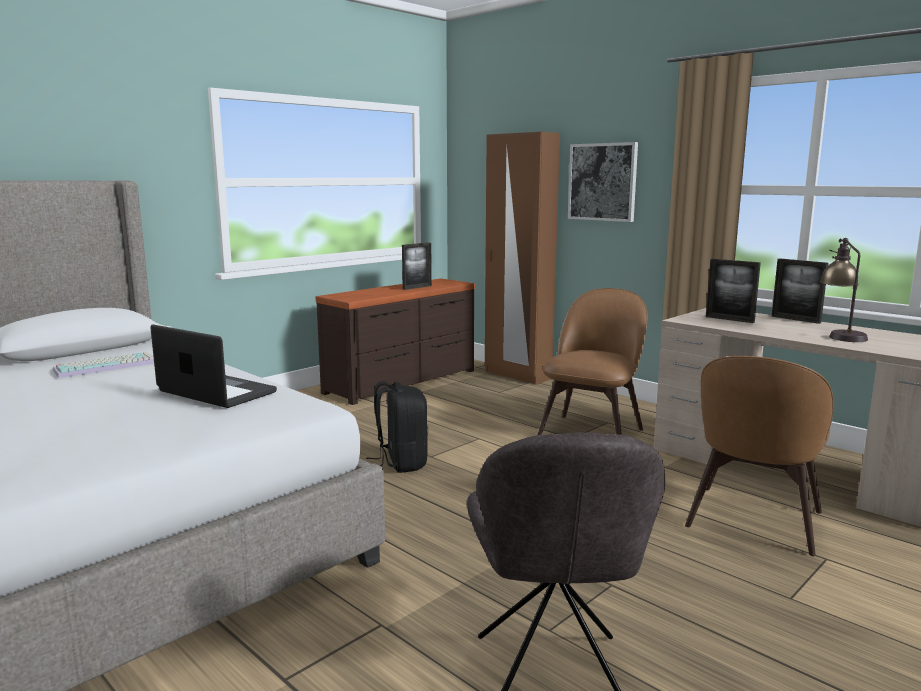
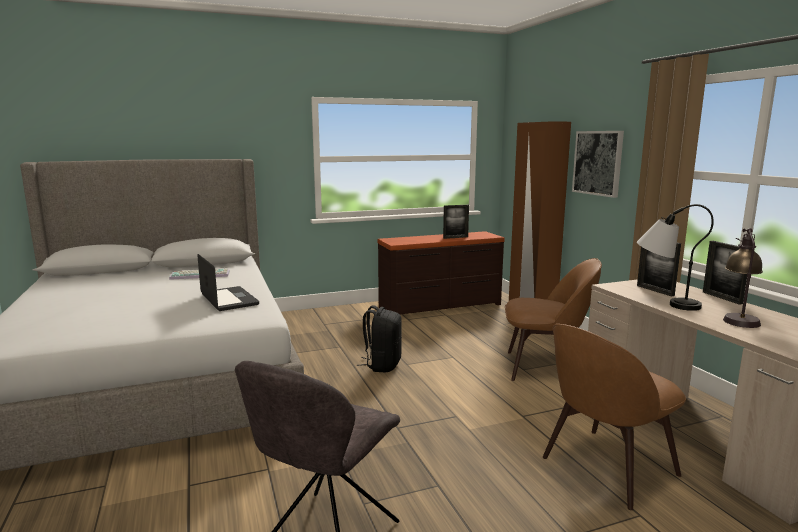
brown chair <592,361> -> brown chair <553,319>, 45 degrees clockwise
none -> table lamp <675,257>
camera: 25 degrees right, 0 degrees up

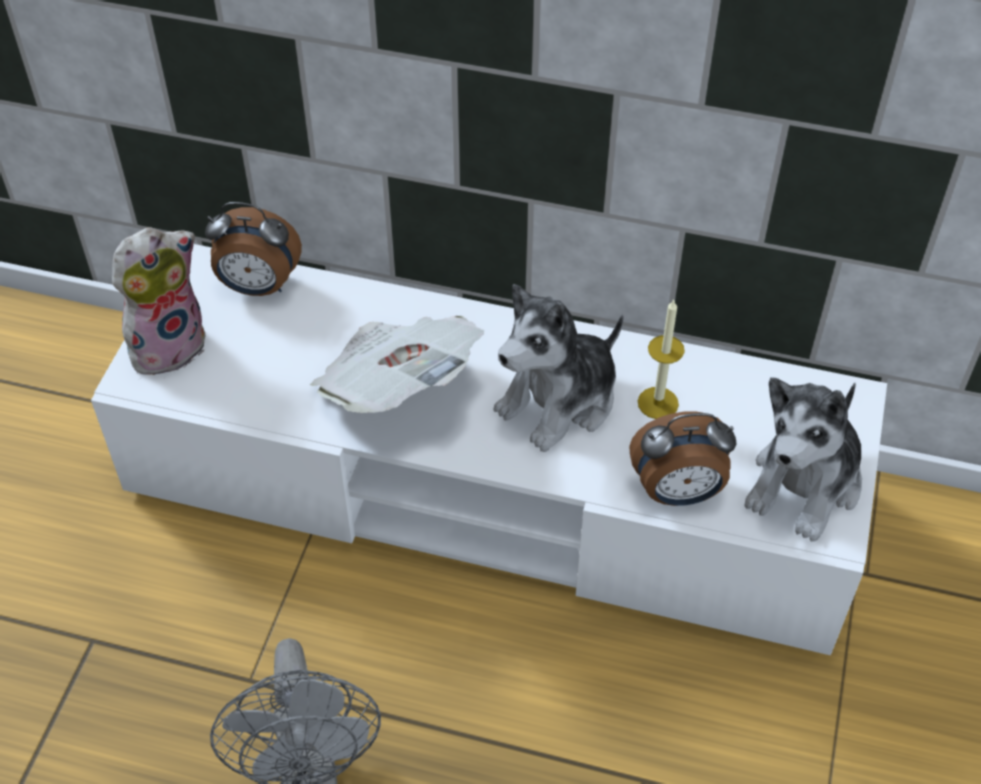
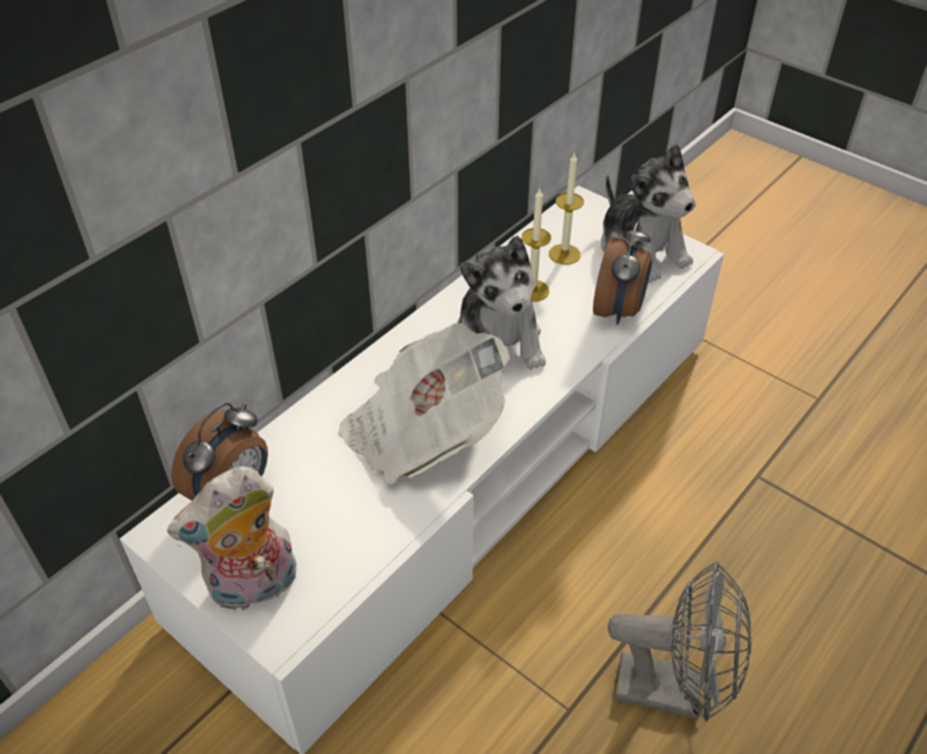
plush toy <158,301> -> plush toy <232,539>, 105 degrees counterclockwise
none -> candle <566,208>
camera: 65 degrees left, 5 degrees down

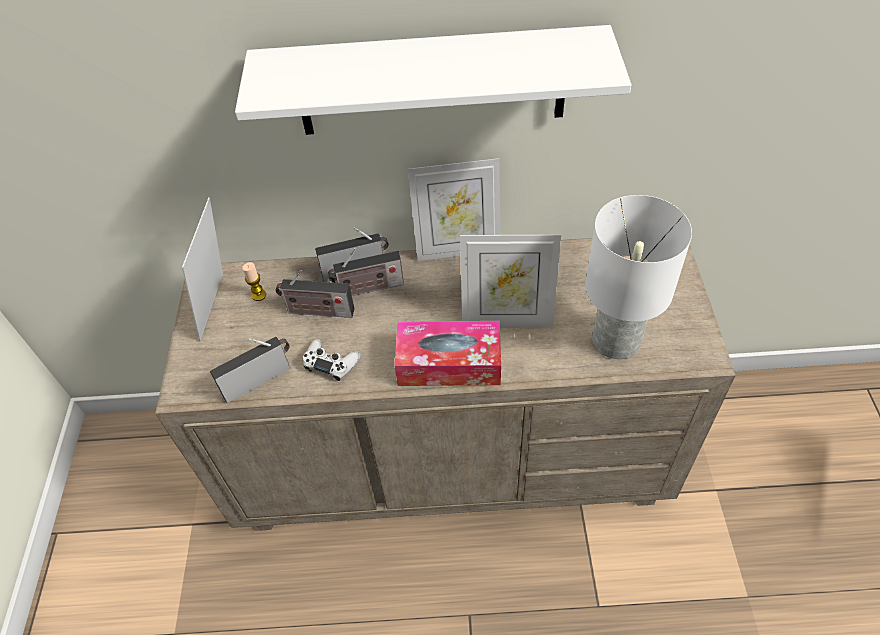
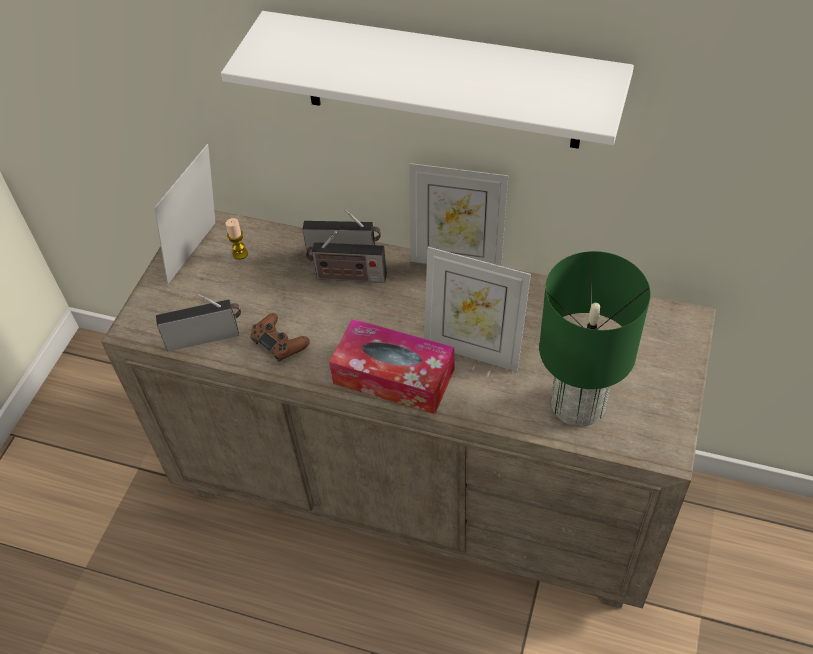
white game controller <332,360> -> brown game controller <280,337>
white table lamp <638,277> -> green table lamp <594,339>
radio <315,294> -> none
camera: 20 degrees right, 0 degrees up

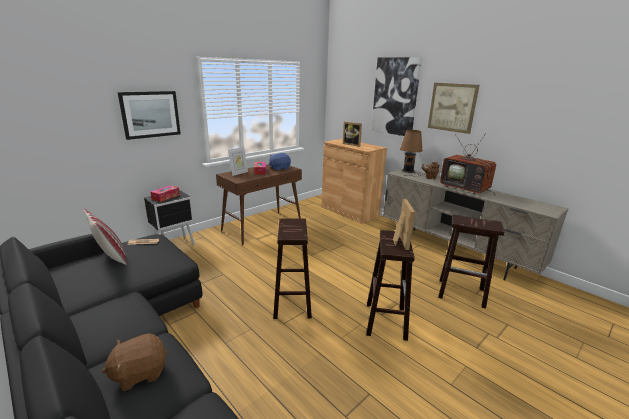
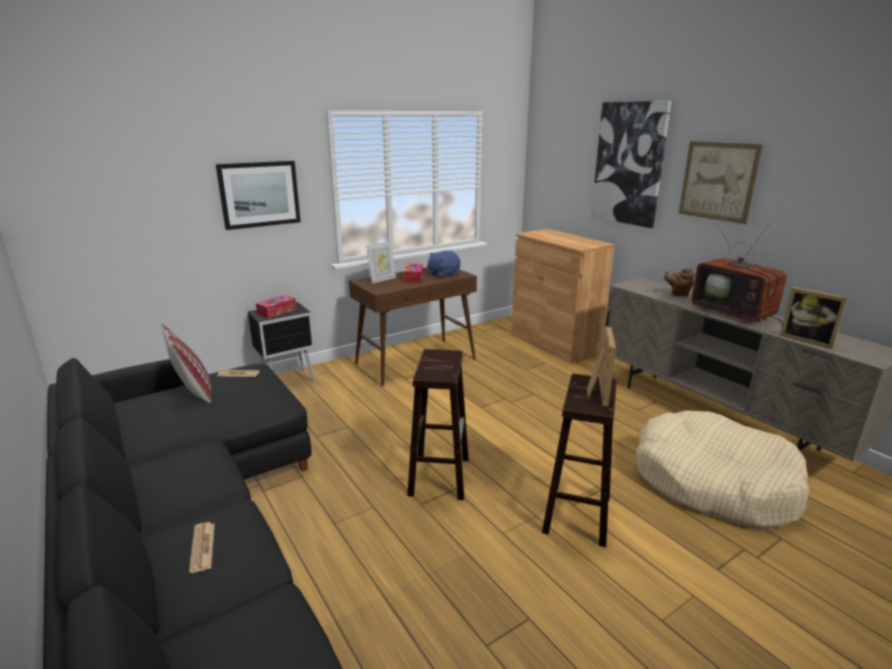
brown plush toy <134,362> -> newspaper <202,547>
brown stool <471,261> -> beige dog bed <723,469>
picture frame <352,134> -> picture frame <814,318>, move
brown table lamp <411,153> -> none
camera: 10 degrees right, 0 degrees up

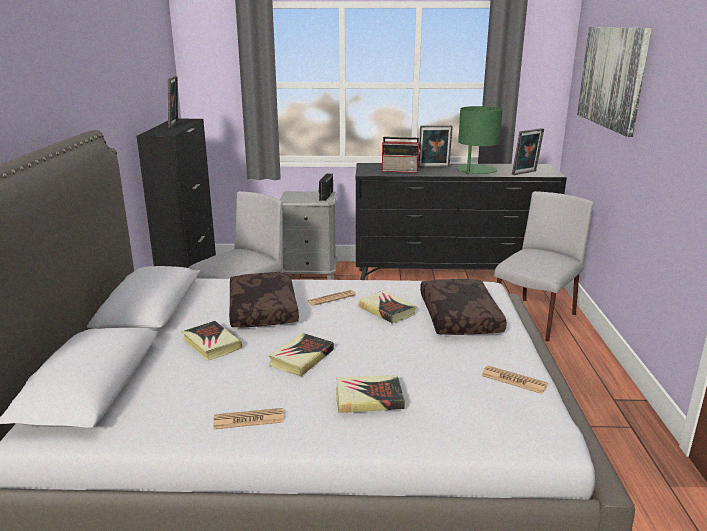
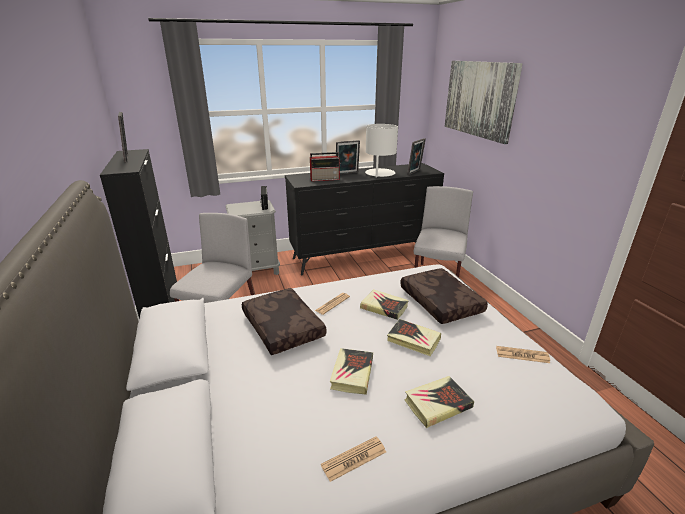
green table lamp <480,140> -> white table lamp <381,151>
book <211,341> -> book <414,337>, move
camera: 20 degrees left, 5 degrees up

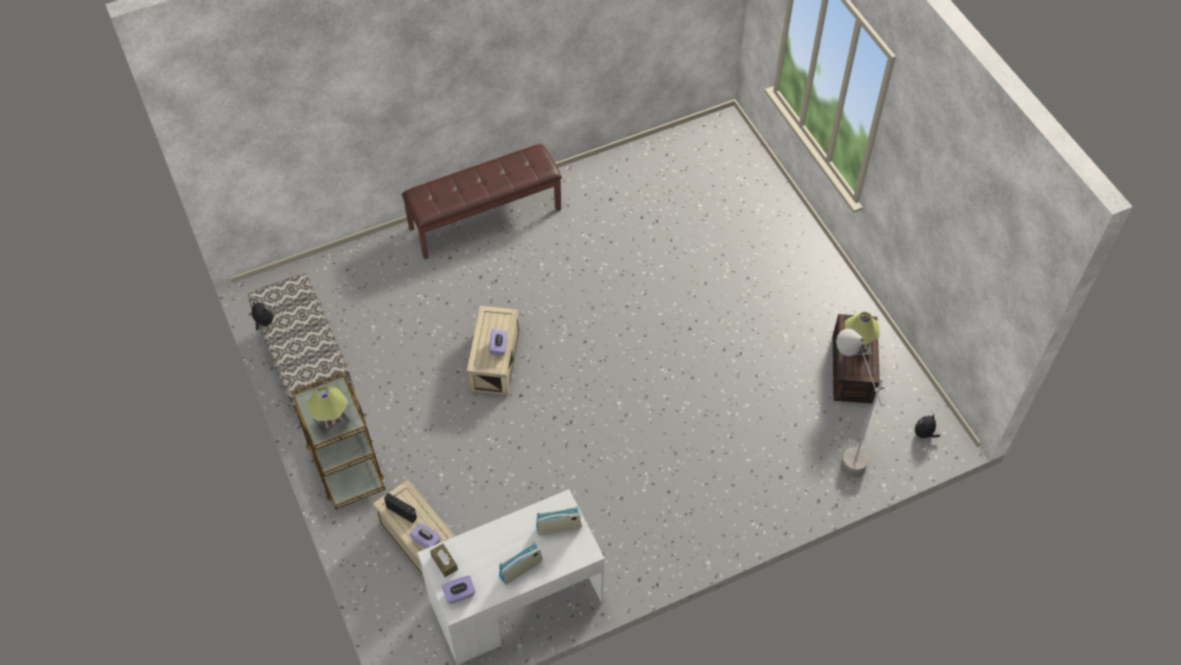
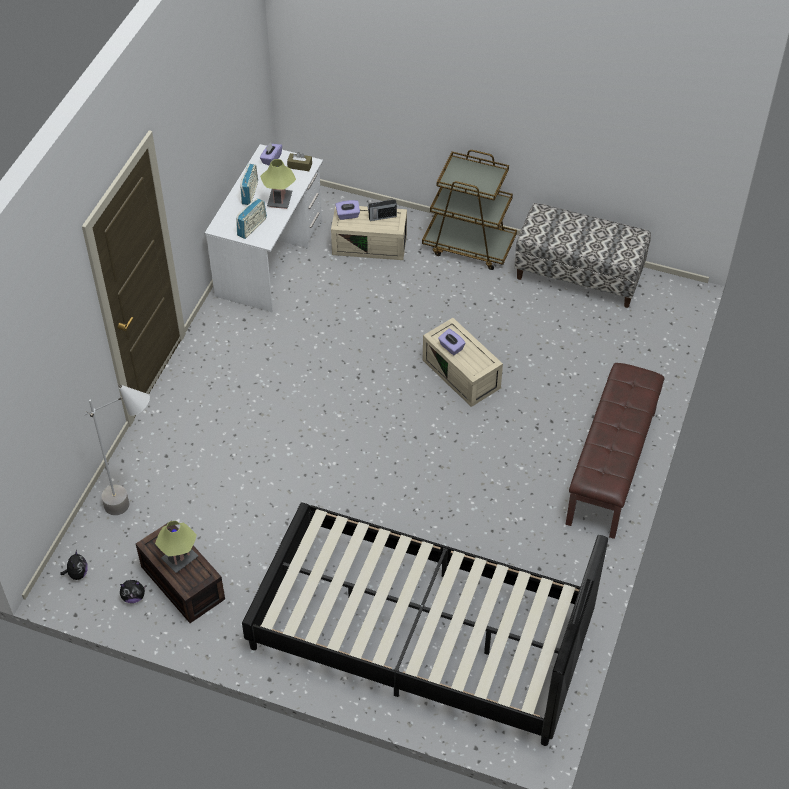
plush toy <260,315> -> plush toy <133,591>, move
none -> black bed <425,624>
table lamp <328,411> -> table lamp <278,184>, move
camera: 135 degrees right, 5 degrees down

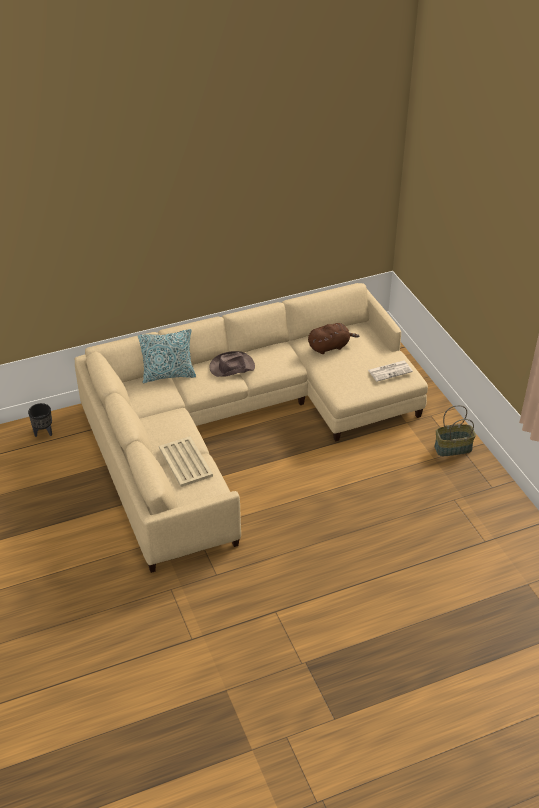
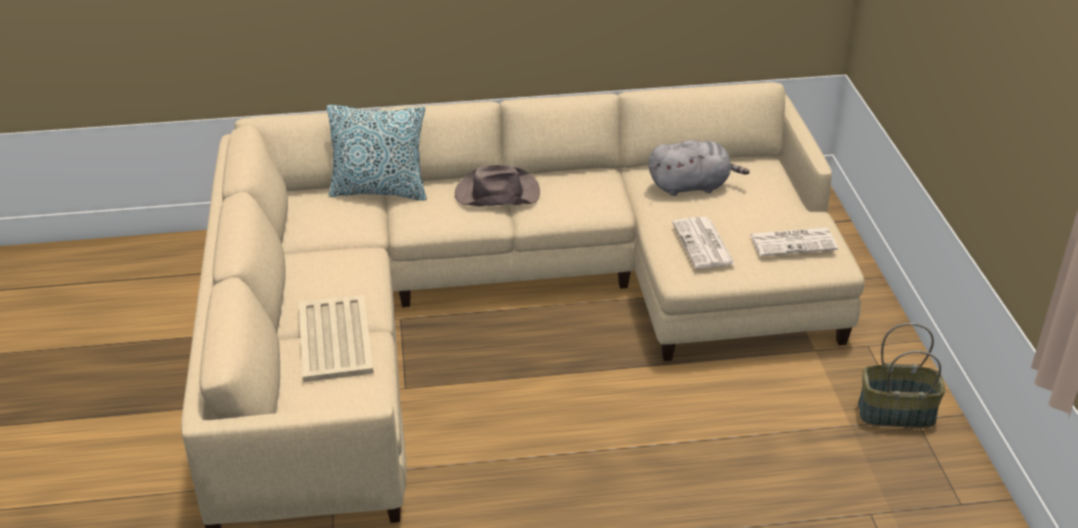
brown plush toy <333,338> -> grey plush toy <699,168>
none -> newspaper <703,242>
black planter <40,420> -> none
camera: 15 degrees right, 5 degrees down

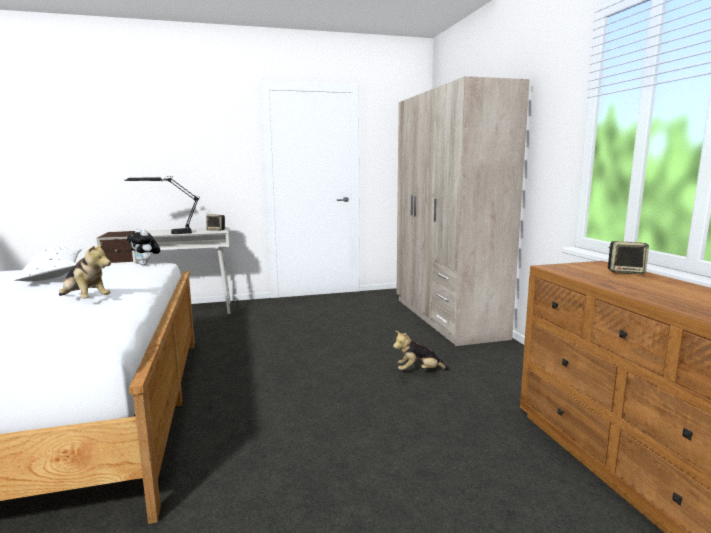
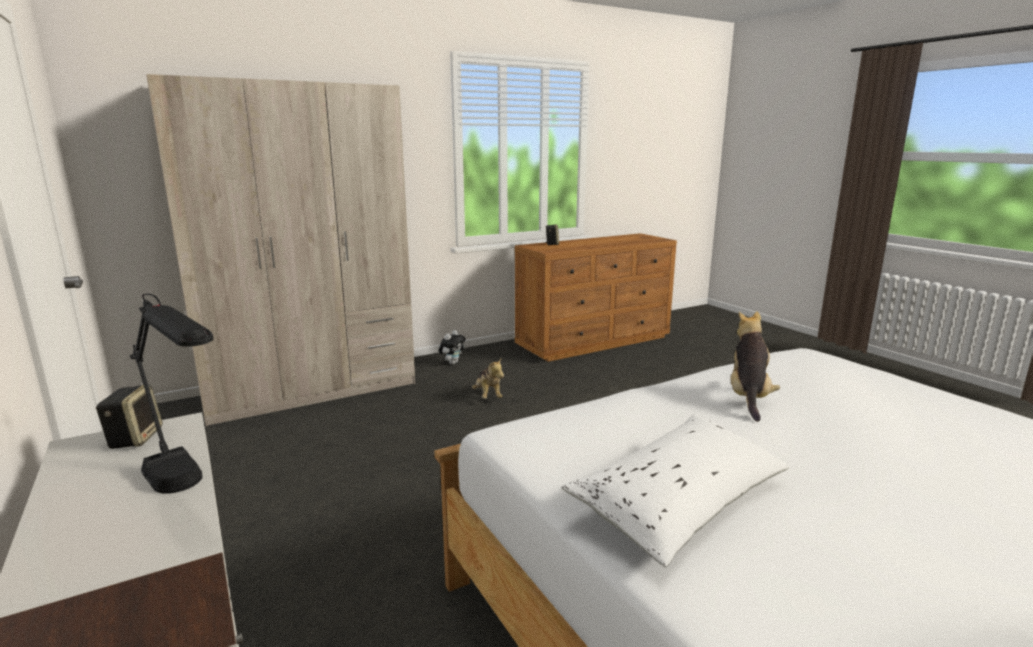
plush toy <143,247> -> plush toy <452,347>, move
camera: 105 degrees left, 5 degrees up

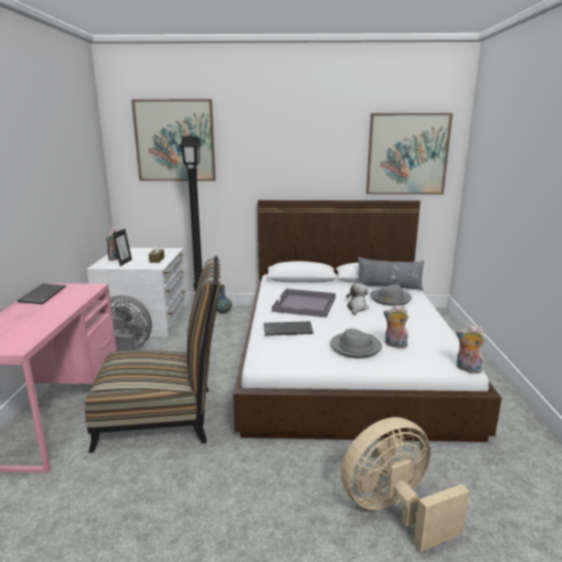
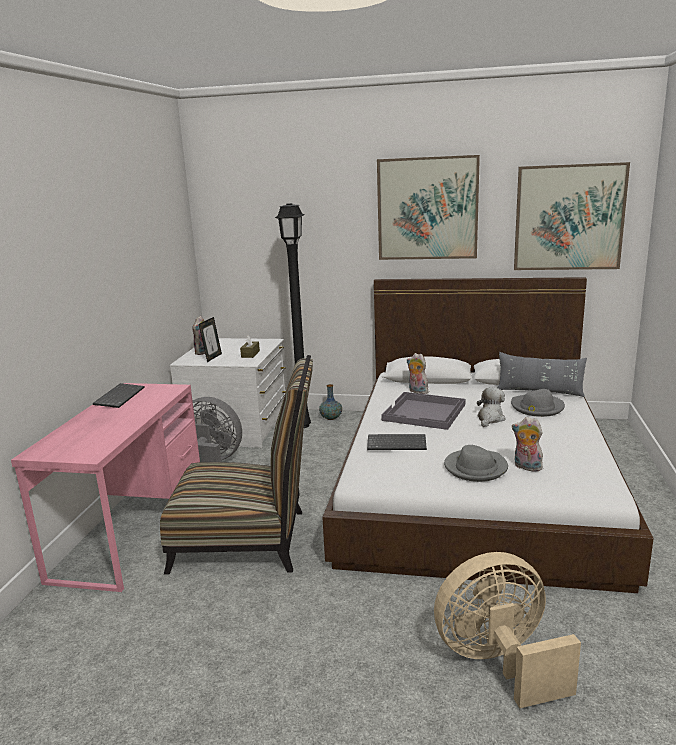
picture <173,140> -> picture <428,207>, move
plush toy <470,349> -> plush toy <418,373>, move
camera: 10 degrees right, 0 degrees up

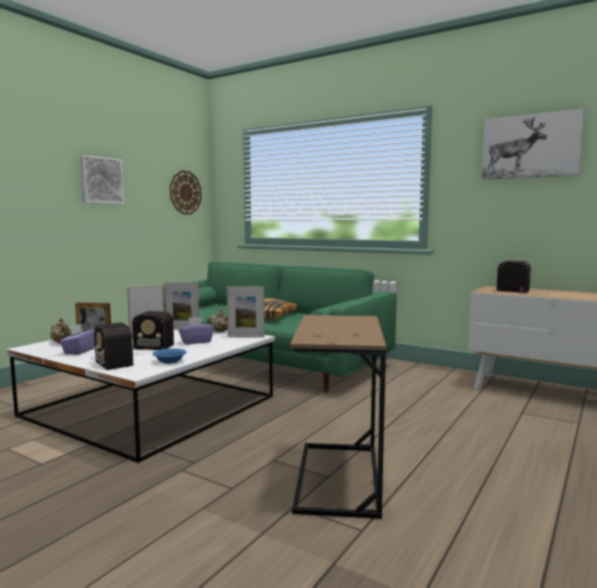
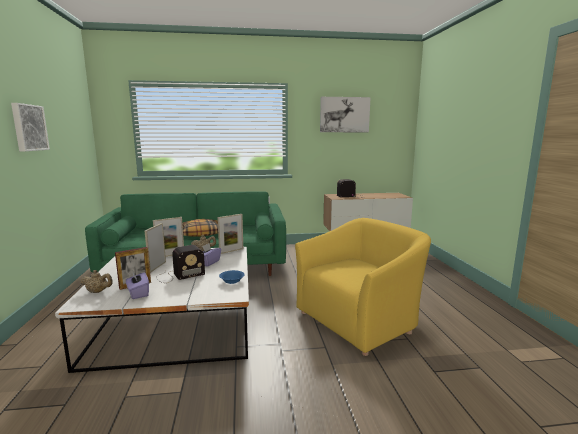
brown side table <338,417> -> yellow armchair <363,287>
radio <114,346> -> none
wall clock <186,192> -> none
camera: 40 degrees left, 5 degrees up

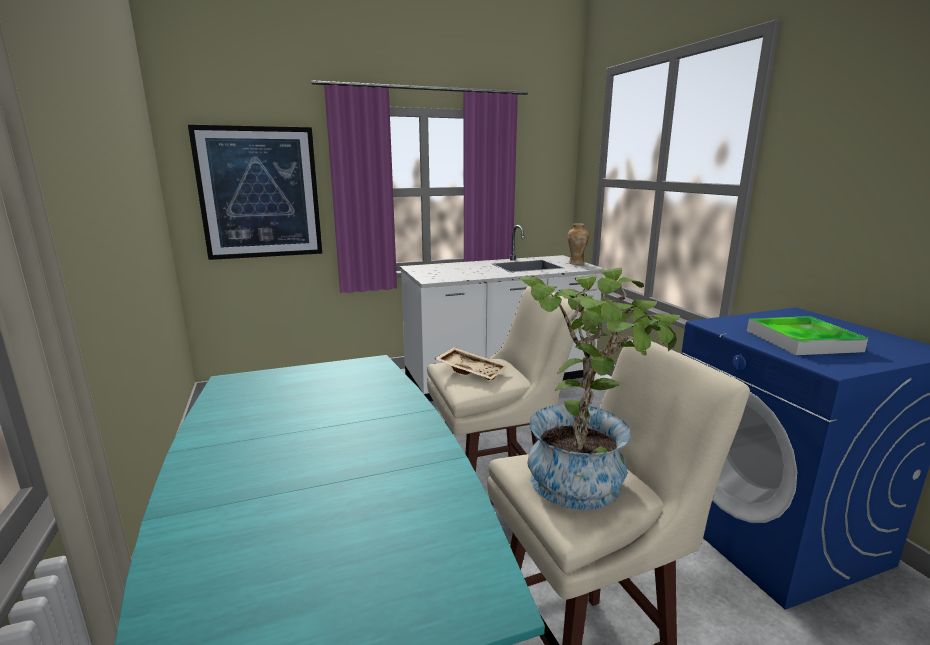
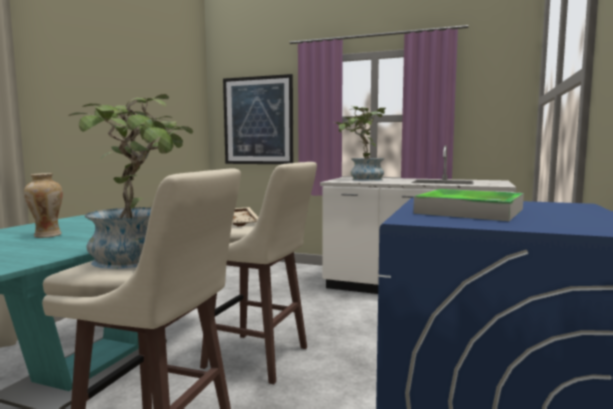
vase <578,244> -> vase <43,205>, move
none -> potted plant <361,143>
camera: 40 degrees right, 10 degrees down

